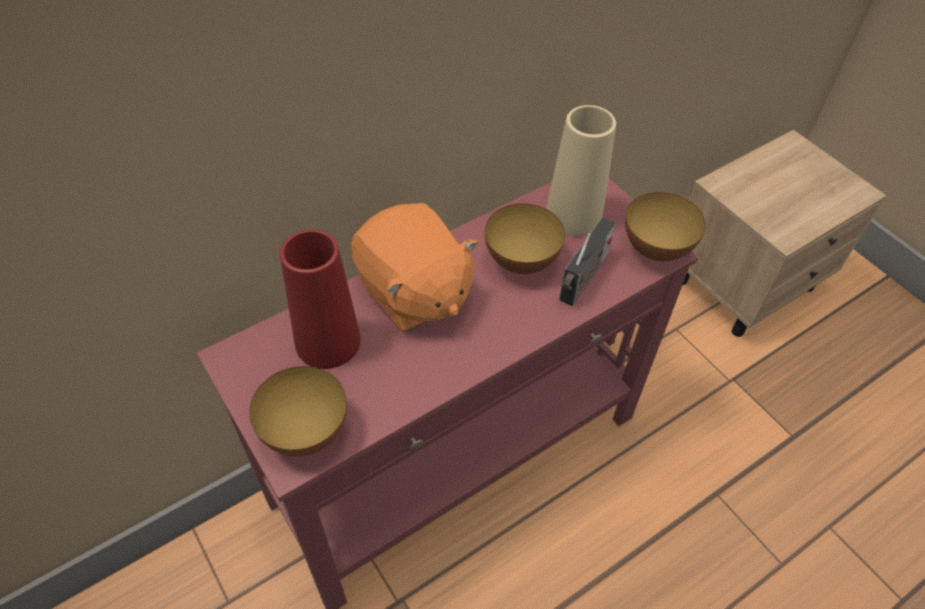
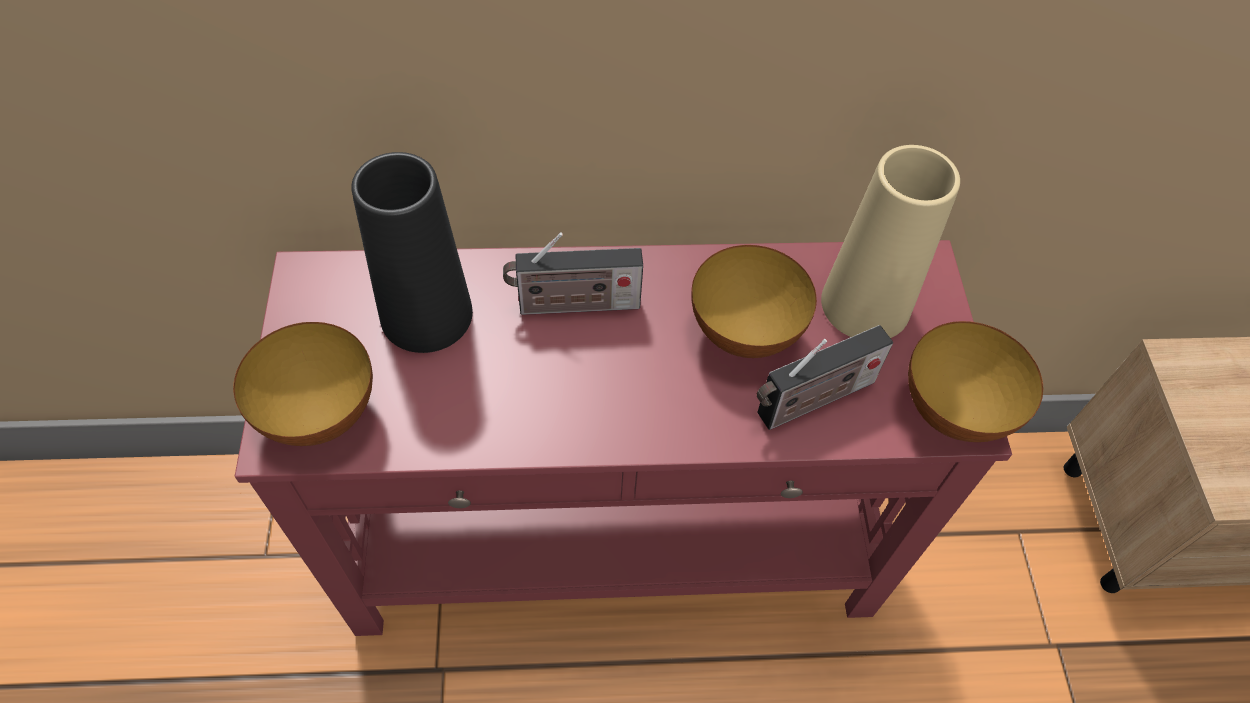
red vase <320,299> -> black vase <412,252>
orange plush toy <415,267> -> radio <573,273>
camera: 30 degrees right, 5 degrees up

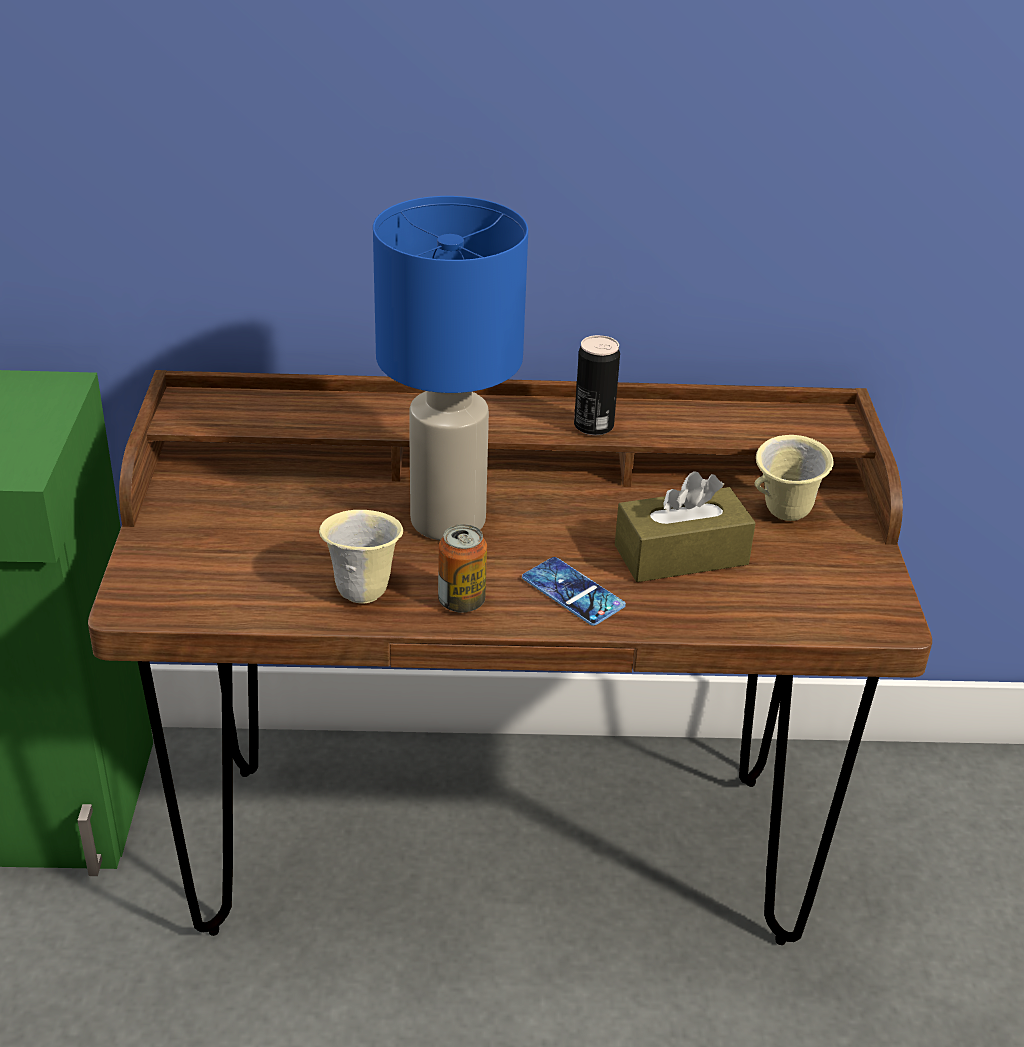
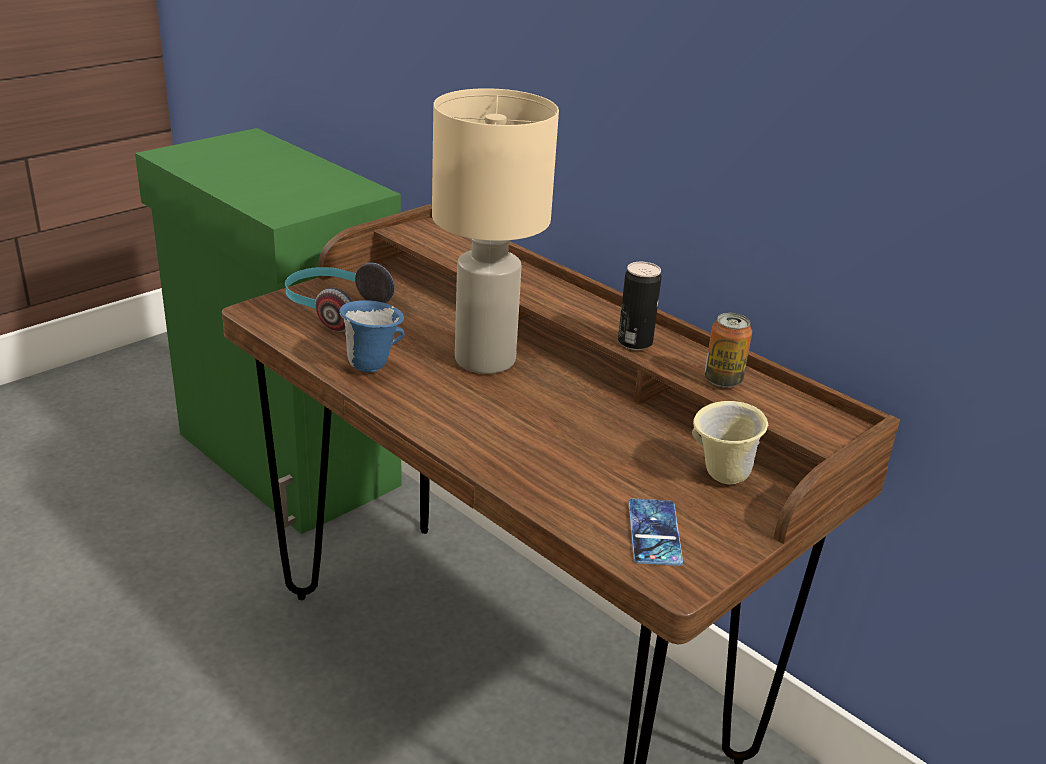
none -> headphones <340,297>
beige mug <361,557> -> blue mug <372,336>
blue table lamp <450,368> -> beige table lamp <495,231>
phone <574,591> -> phone <655,532>, move
can <462,568> -> can <728,350>, move
brown tissue box <685,526> -> none
camera: 45 degrees right, 5 degrees down

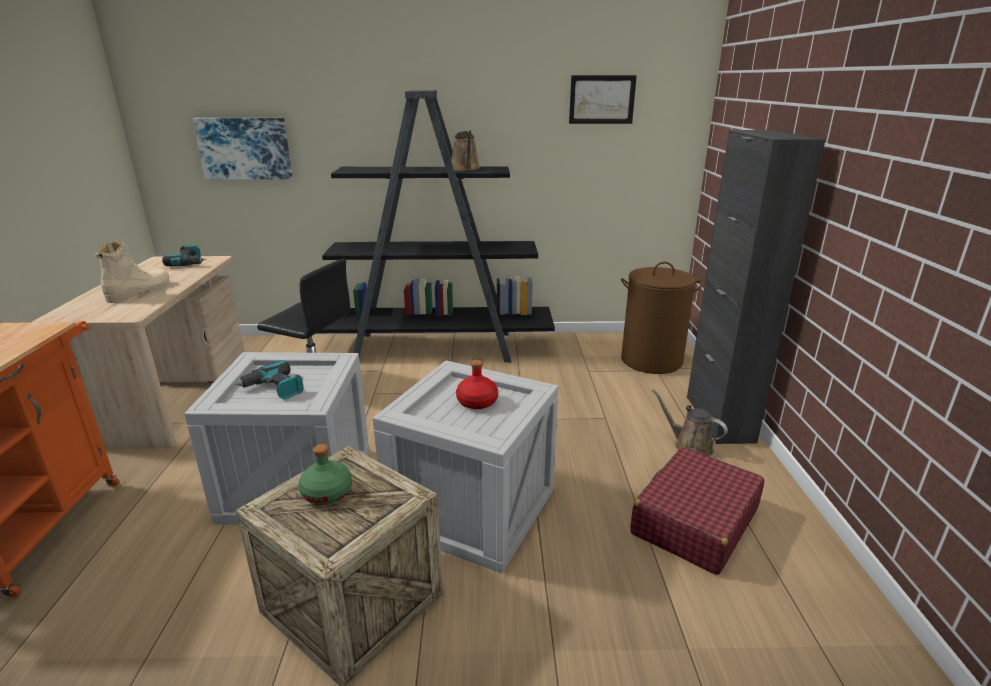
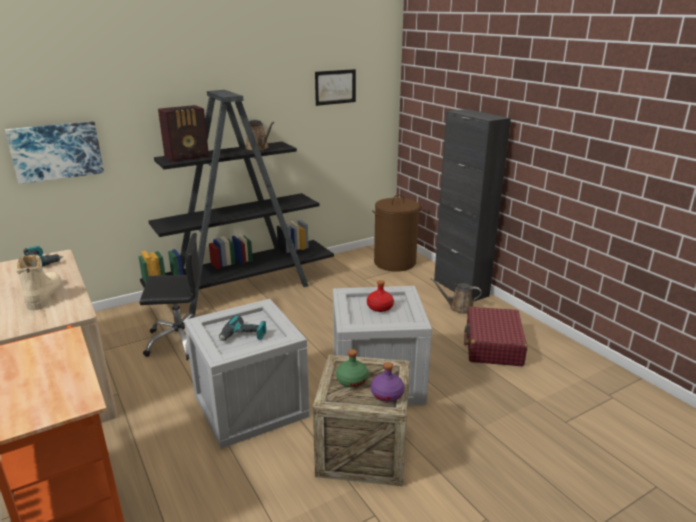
none -> radio <183,133>
none -> purple bottle <388,382>
camera: 30 degrees left, 0 degrees up

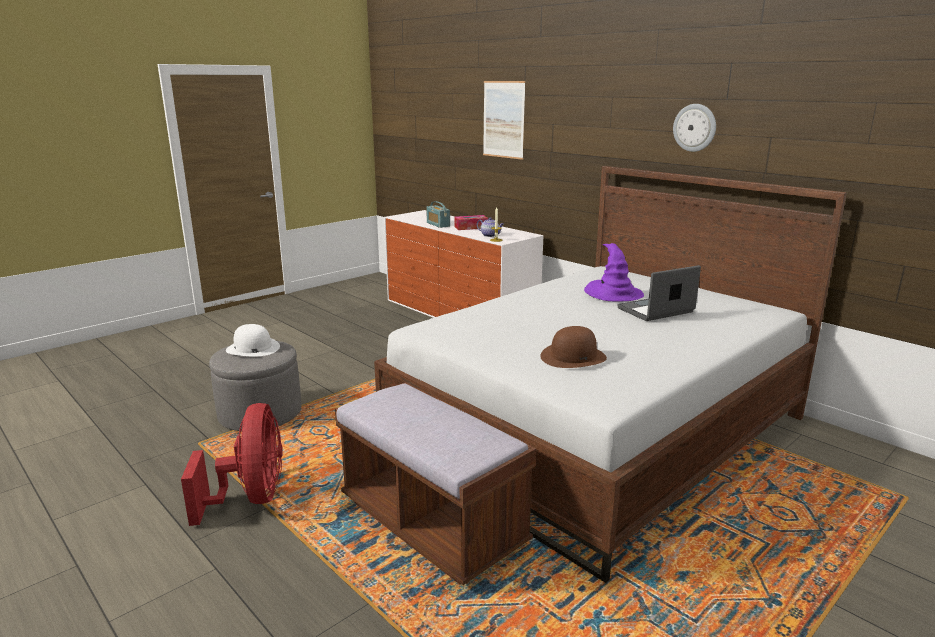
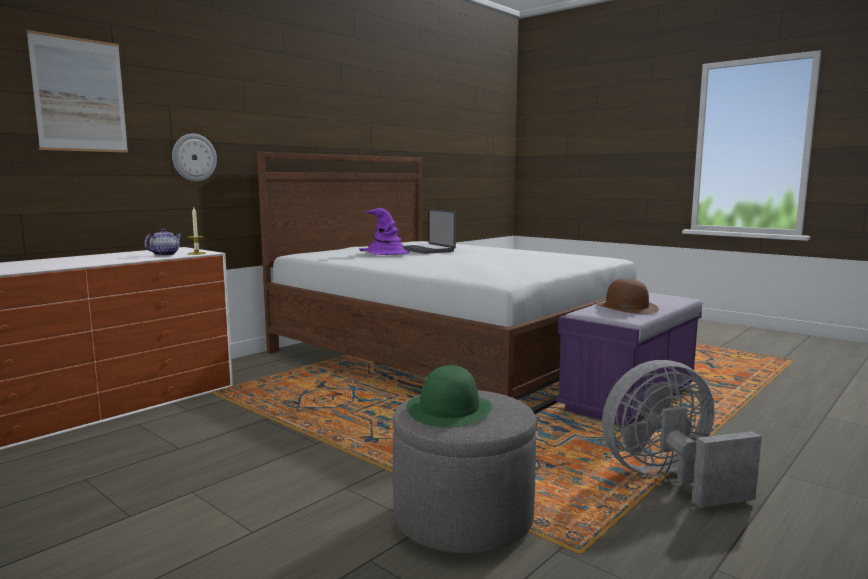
wall clock <694,128> -> wall clock <194,158>, move
white hat <253,340> -> green hat <450,396>
brown bench <435,483> -> purple bench <629,359>
brown hat <573,347> -> brown hat <627,296>, move
red fan <232,464> -> grey fan <682,434>
radio <438,214> -> none
tissue box <471,222> -> none
camera: 95 degrees left, 10 degrees down

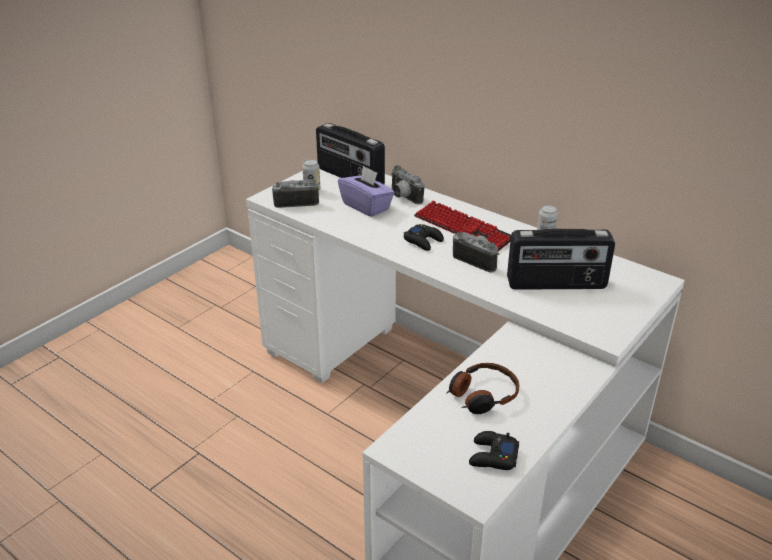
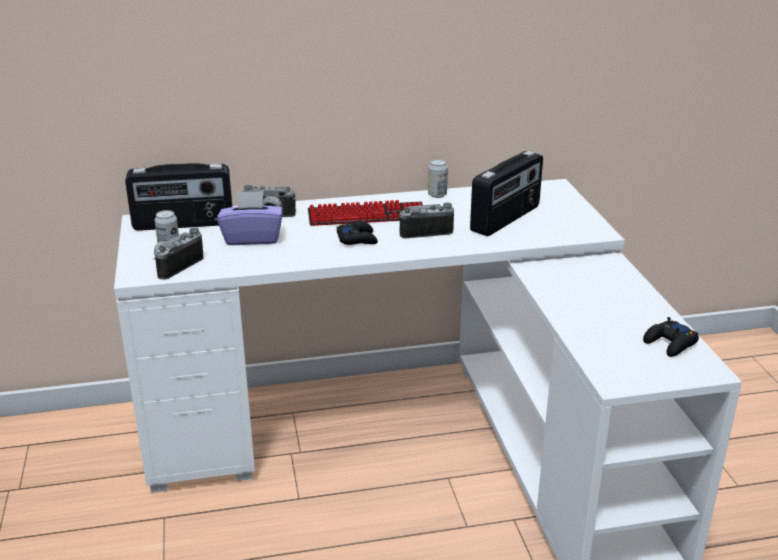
headphones <483,388> -> none
camera: 50 degrees left, 5 degrees down

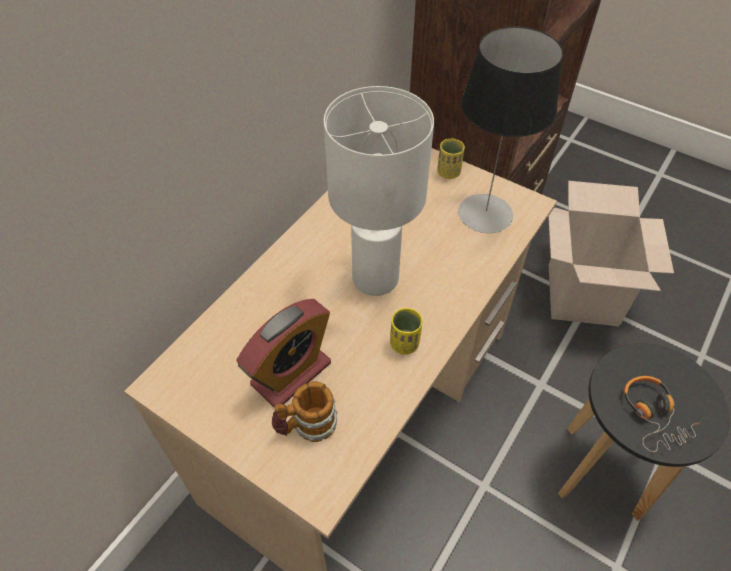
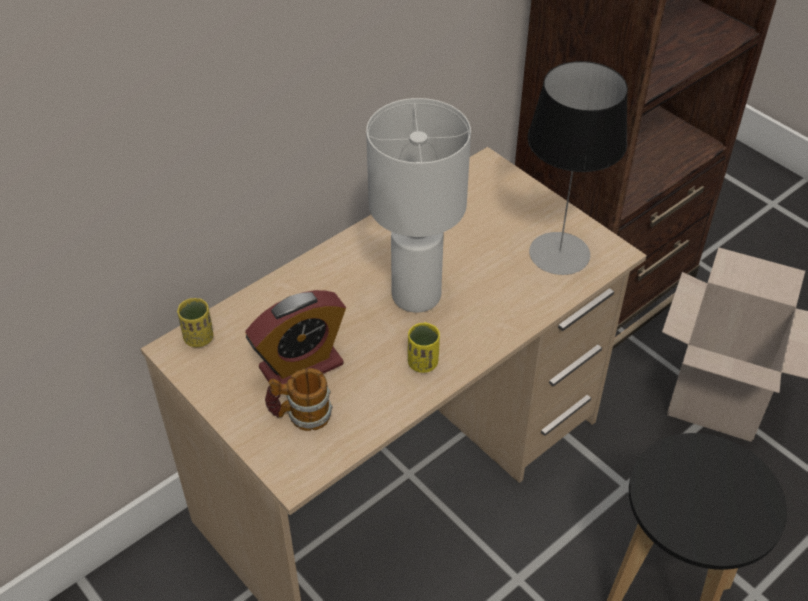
yellow cup <451,158> -> yellow cup <195,322>, move
headphones <661,414> -> none
camera: 15 degrees right, 5 degrees down

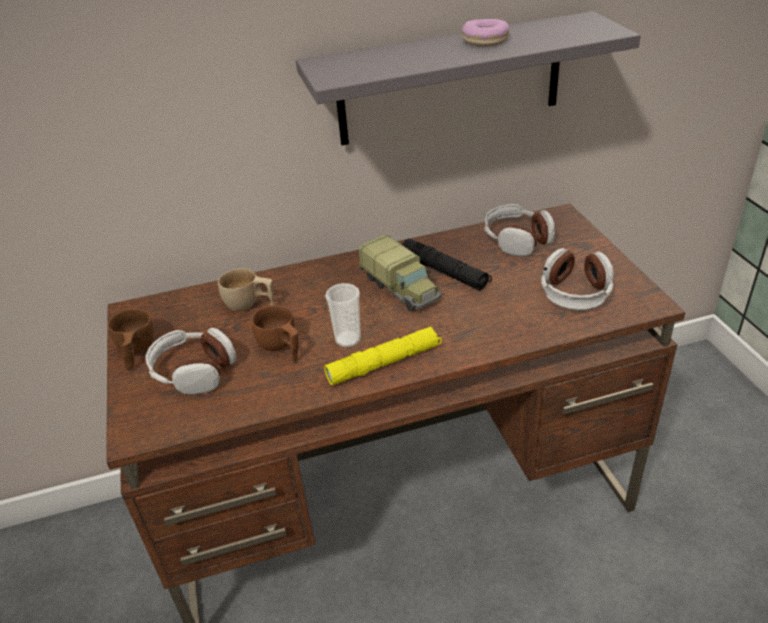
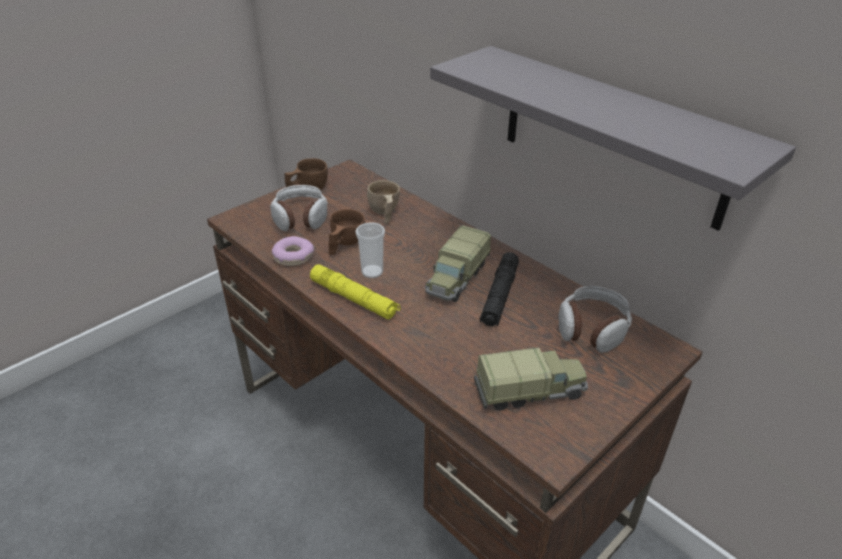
donut <485,33> -> donut <293,251>, move
headphones <577,279> -> toy truck <531,379>
camera: 60 degrees right, 0 degrees up

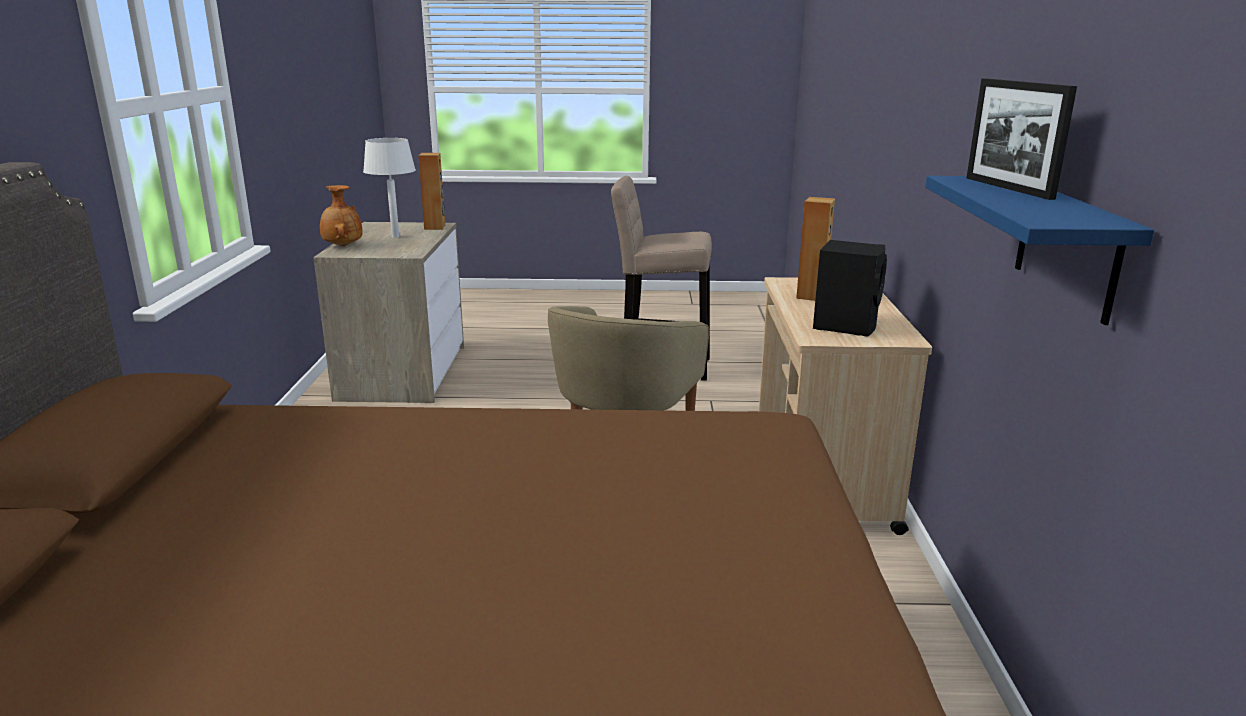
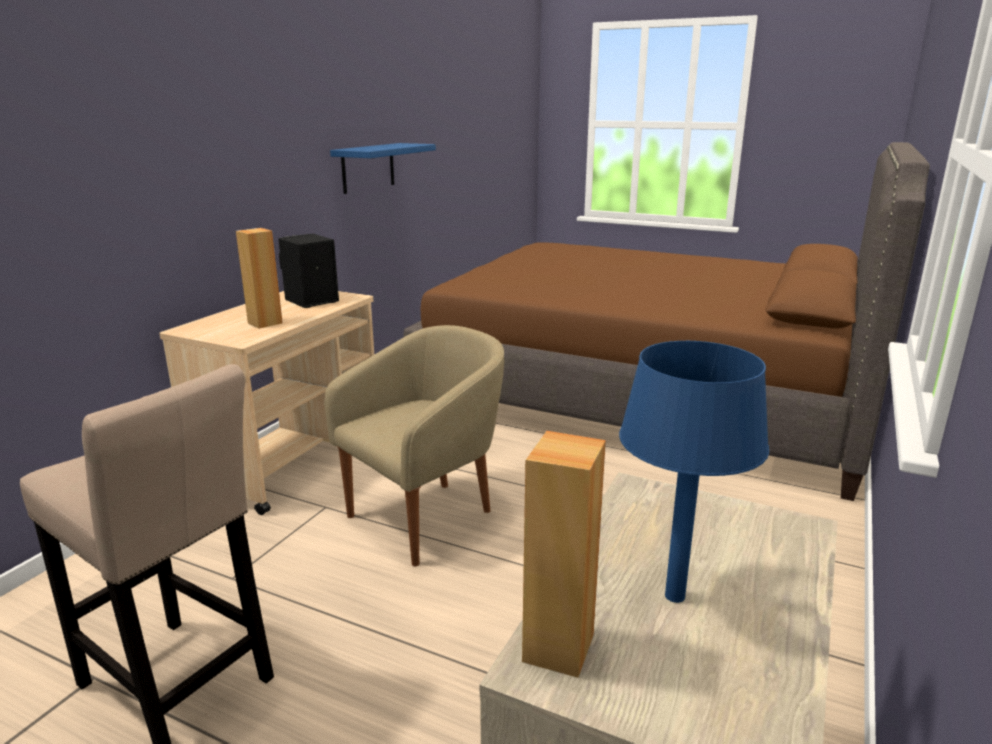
white table lamp <389,188> -> blue table lamp <694,472>
brown vase <341,215> -> none
picture frame <1021,139> -> none
camera: 155 degrees left, 0 degrees up

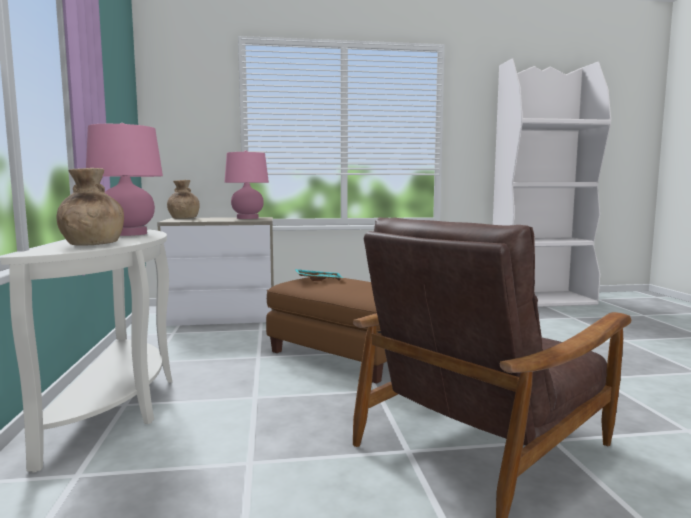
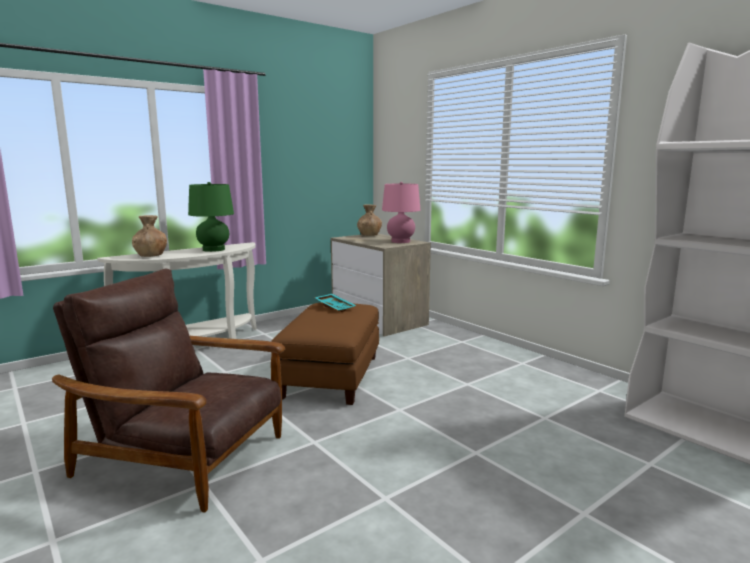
pink table lamp <124,179> -> green table lamp <211,217>
camera: 60 degrees right, 5 degrees up

